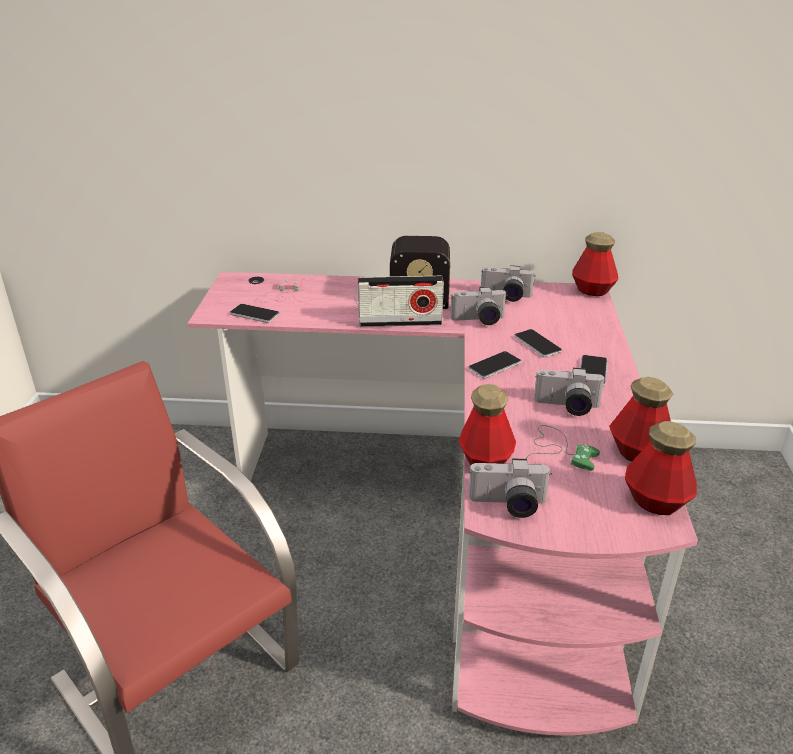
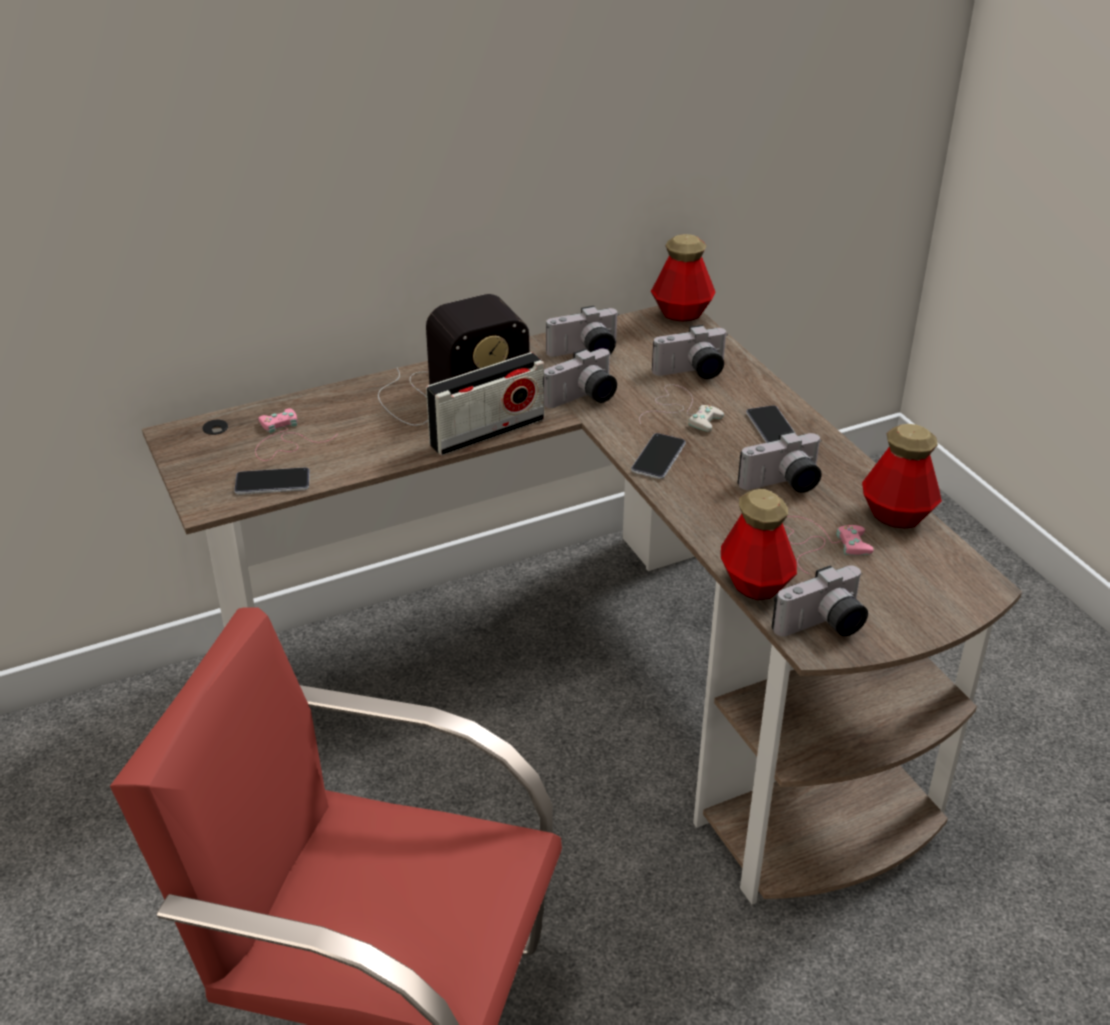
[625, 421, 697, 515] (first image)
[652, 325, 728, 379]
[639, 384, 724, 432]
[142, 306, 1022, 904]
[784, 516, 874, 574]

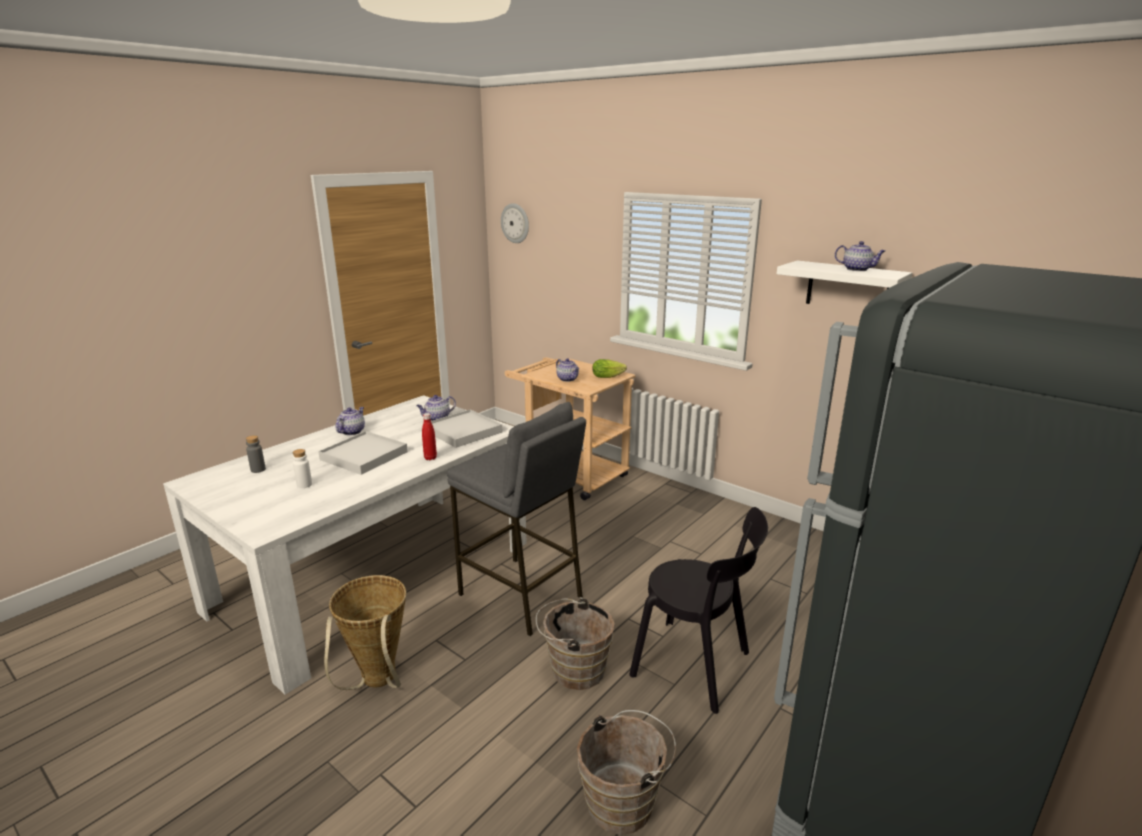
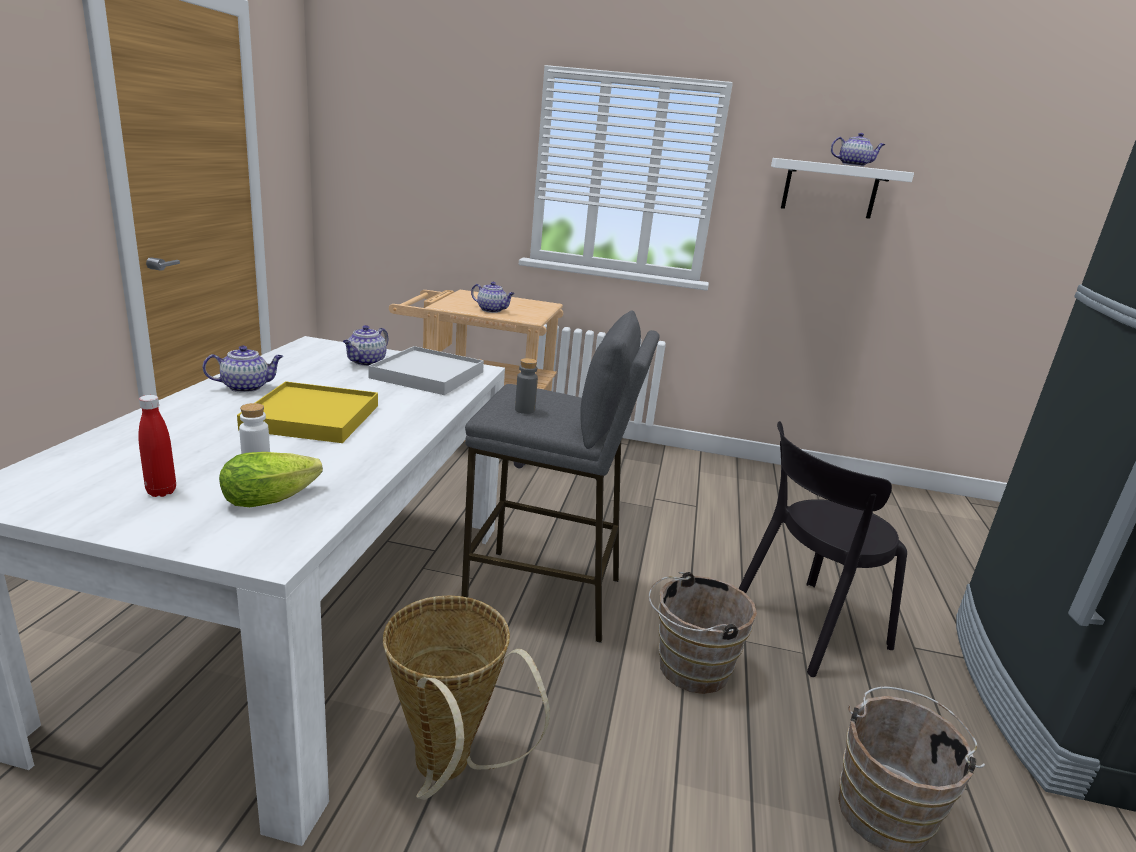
[501, 203, 529, 243] (first image)
[515, 358, 538, 414]
[138, 395, 176, 497]
[219, 452, 323, 507]
[237, 381, 378, 443]
[203, 346, 283, 393]
[739, 421, 907, 677]

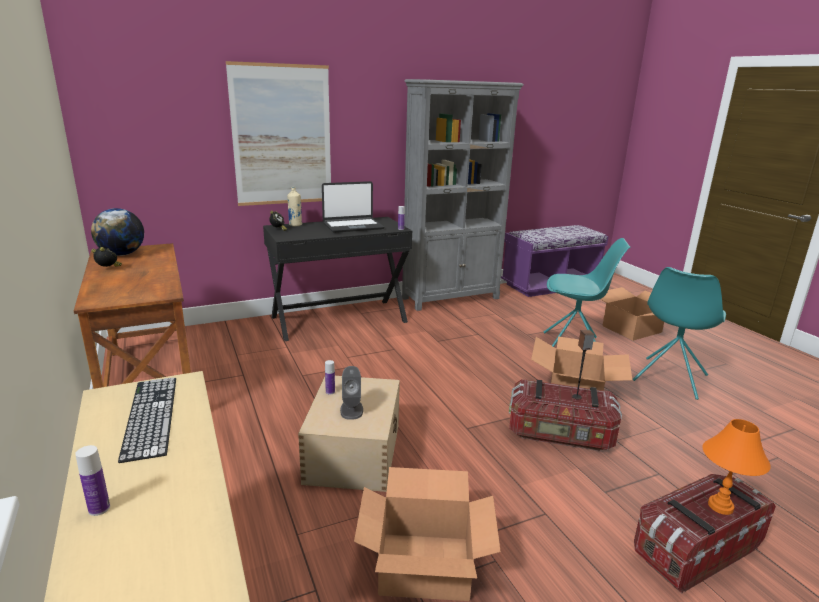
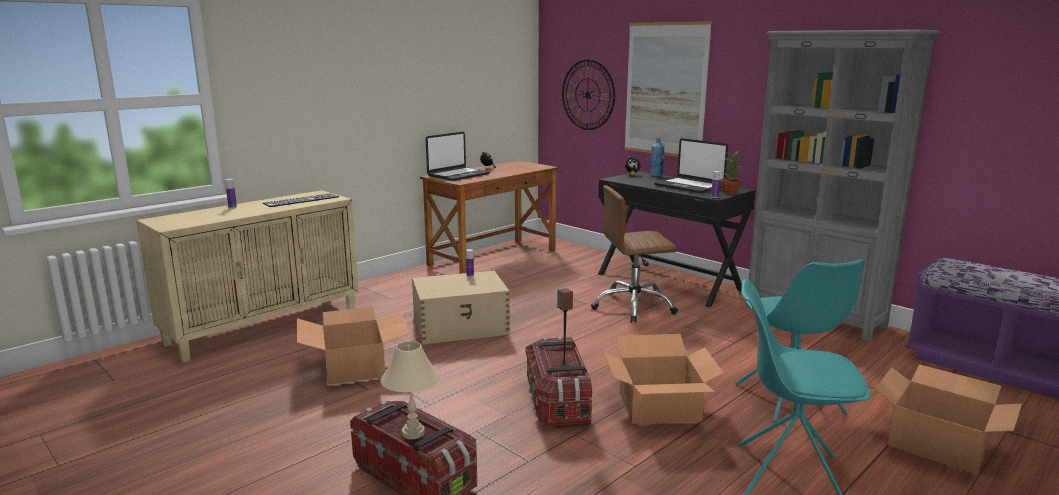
[91, 208, 144, 256] (first image)
[340, 366, 363, 420] (first image)
[426, 132, 490, 181]
[562, 59, 615, 130]
[591, 185, 678, 323]
[720, 150, 742, 194]
[650, 138, 664, 177]
[381, 341, 440, 439]

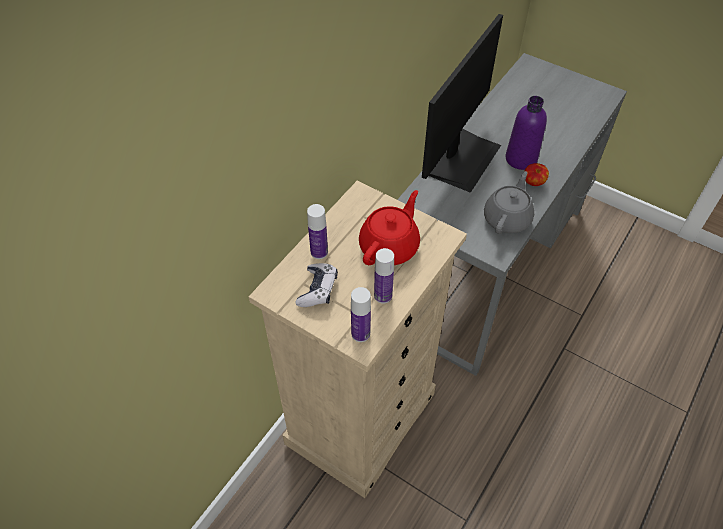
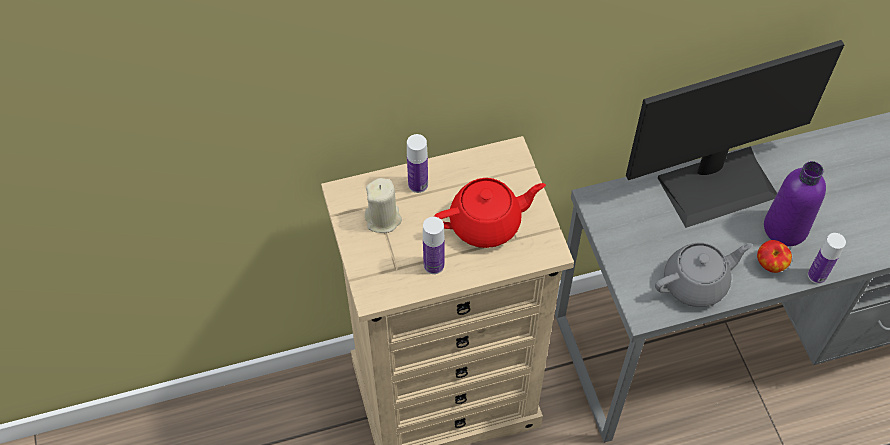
[808, 233, 846, 284]
[365, 178, 402, 233]

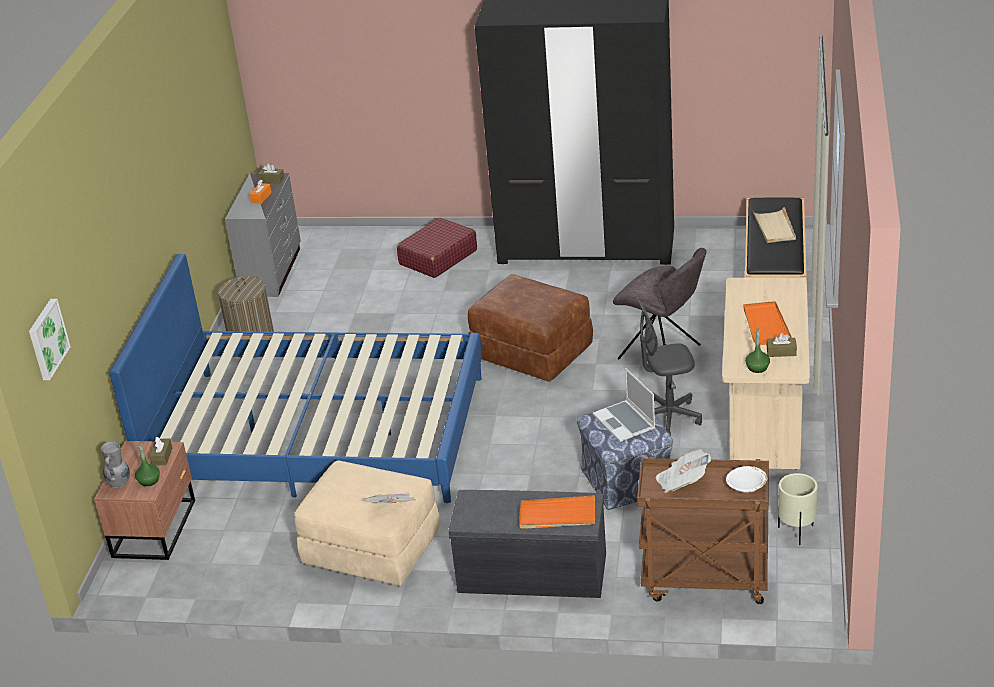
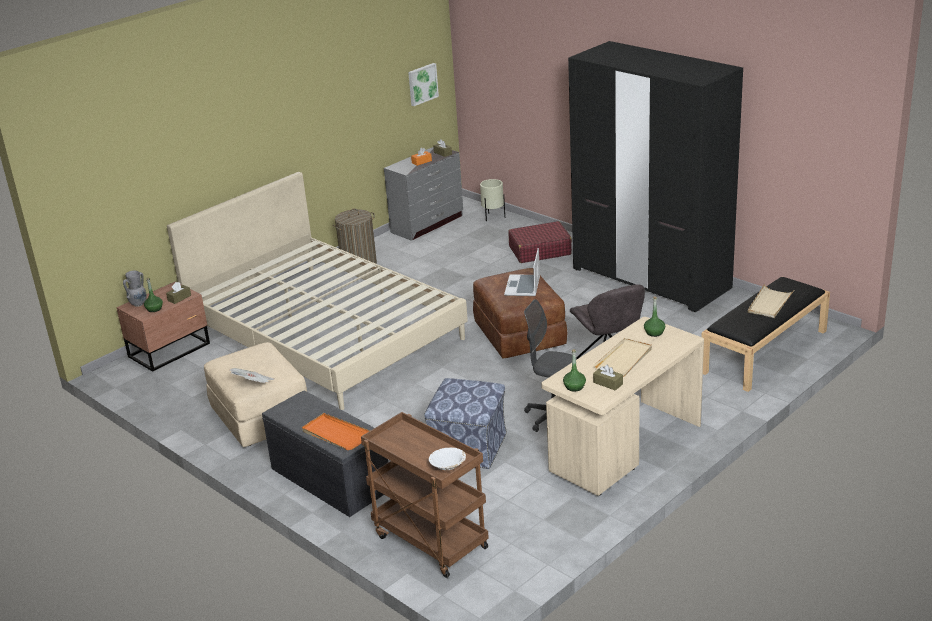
[656, 449, 711, 493] (first image)
[644, 296, 665, 337]
[408, 63, 439, 106]
[504, 248, 540, 296]
[480, 179, 505, 221]
[167, 172, 468, 410]
[593, 338, 652, 377]

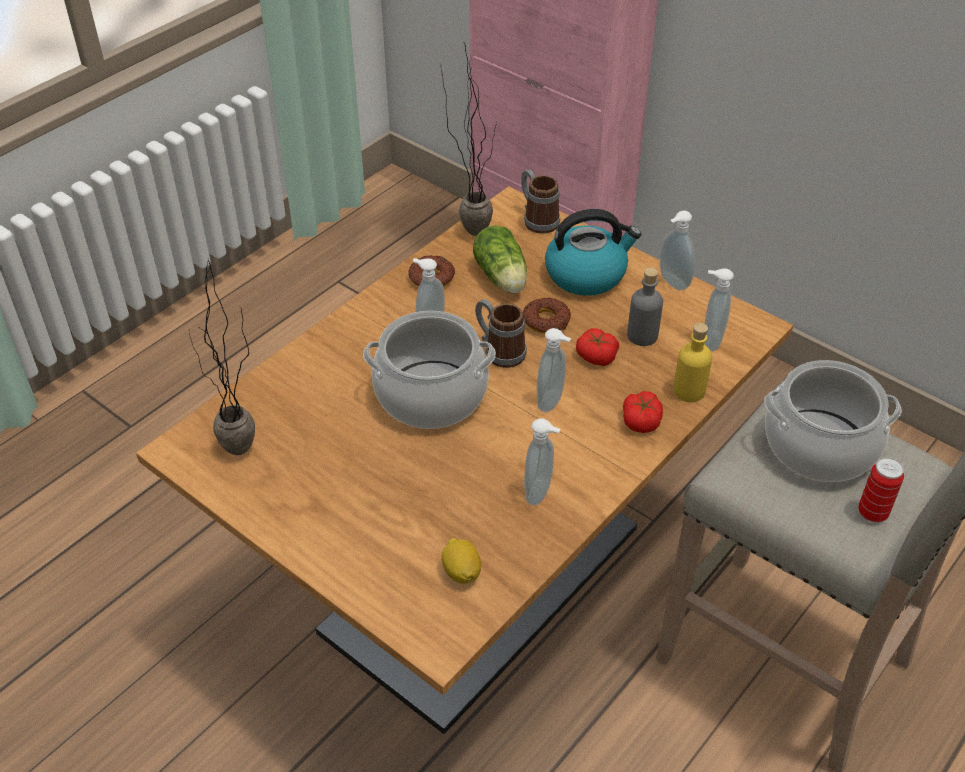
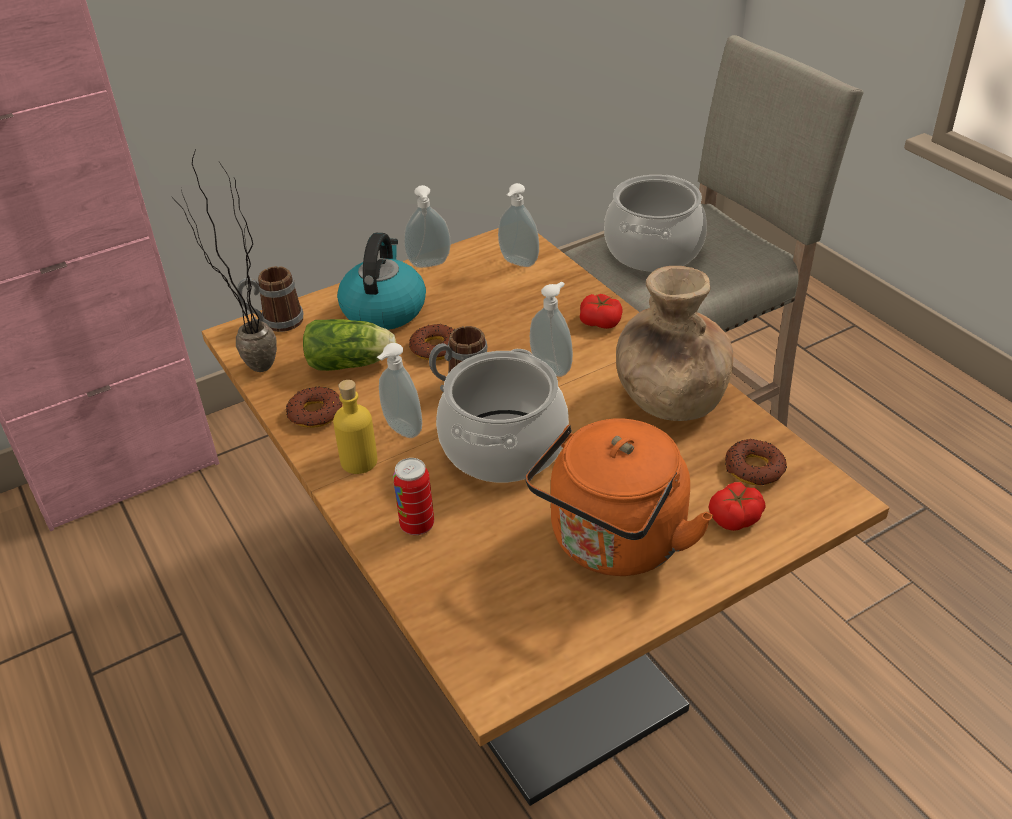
[189, 259, 255, 455] (first image)
[627, 268, 663, 346] (first image)
[525, 419, 713, 576]
[709, 482, 766, 531]
[333, 380, 377, 474]
[393, 458, 434, 535]
[725, 439, 787, 485]
[616, 266, 733, 421]

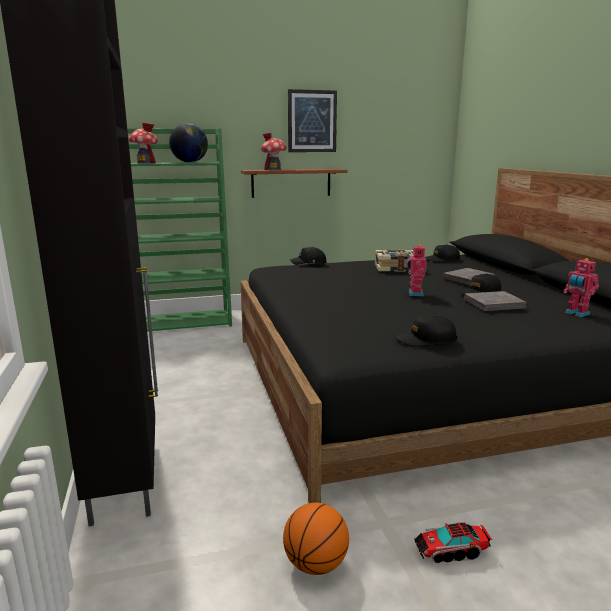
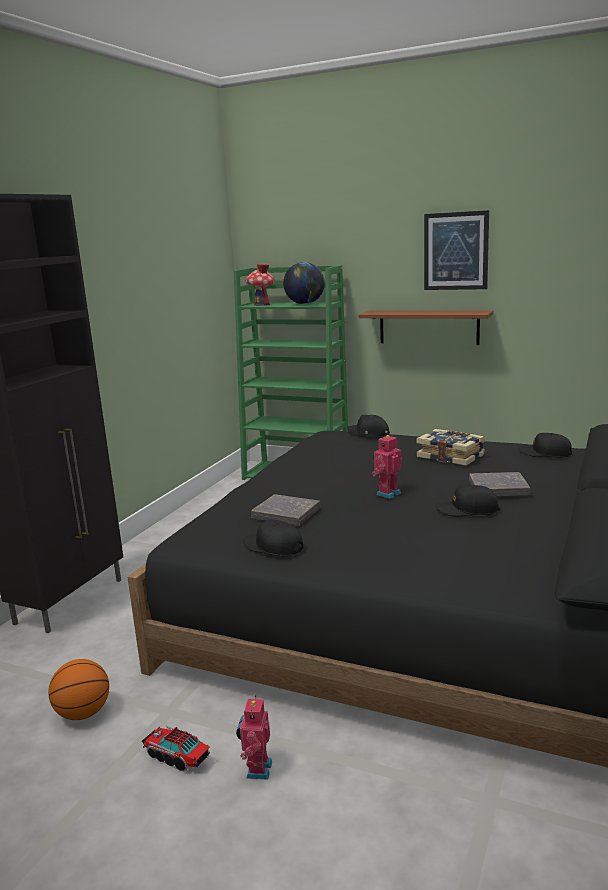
[261, 133, 287, 170] (first image)
[251, 494, 321, 526]
[236, 695, 272, 780]

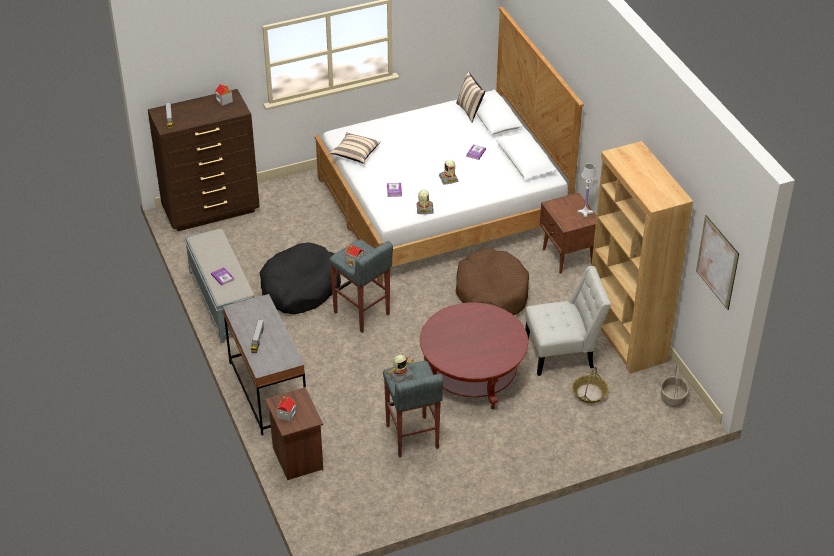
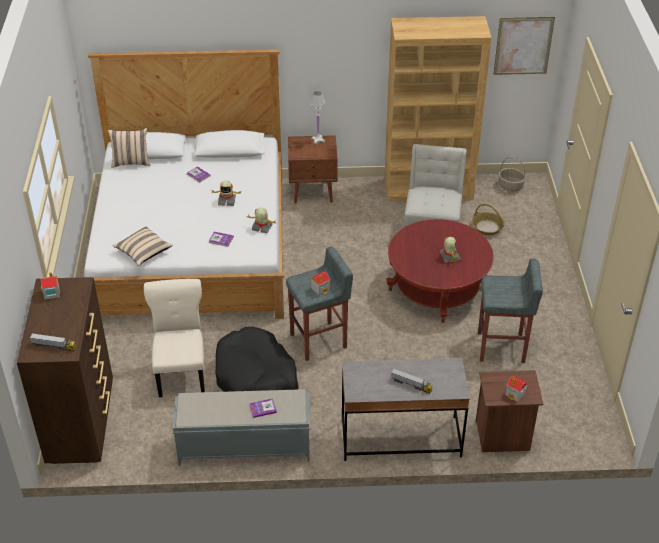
[455, 248, 529, 315] (first image)
[144, 279, 205, 397]
[440, 237, 461, 263]

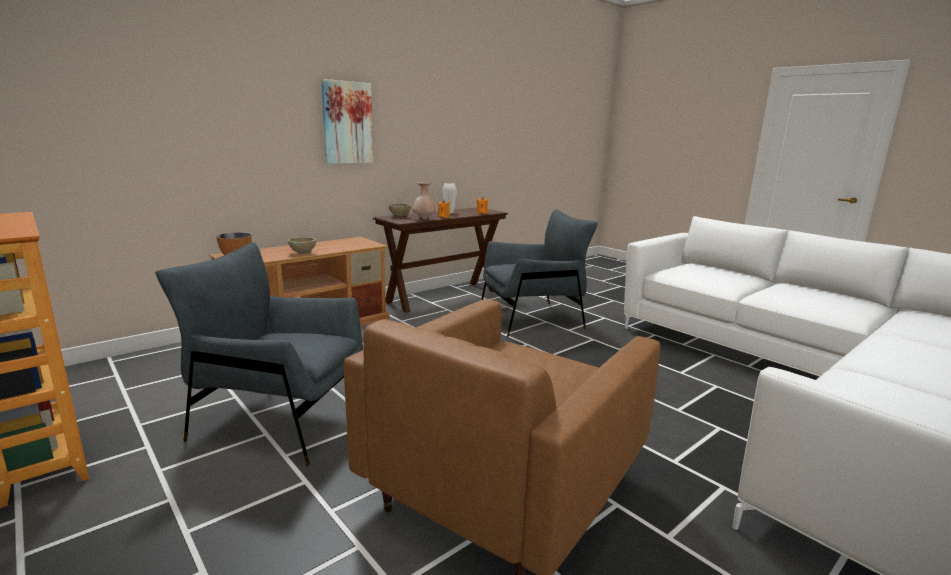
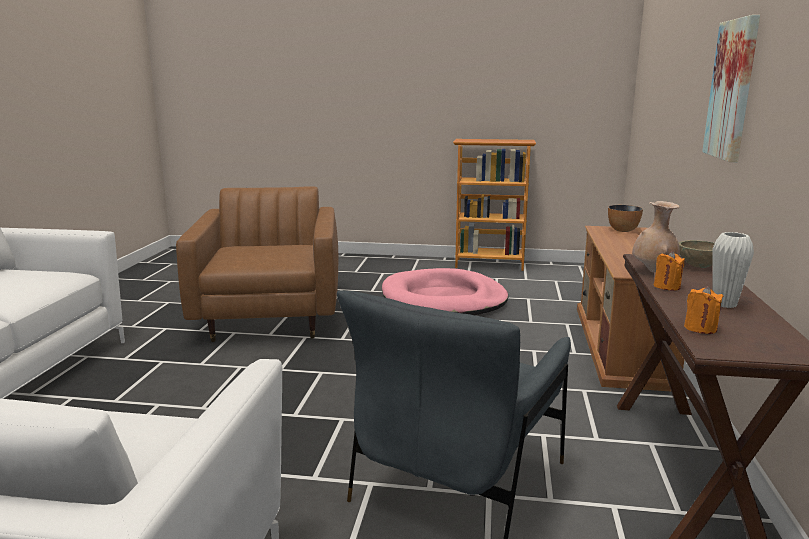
[288, 237, 316, 254] (first image)
[382, 268, 508, 315]

